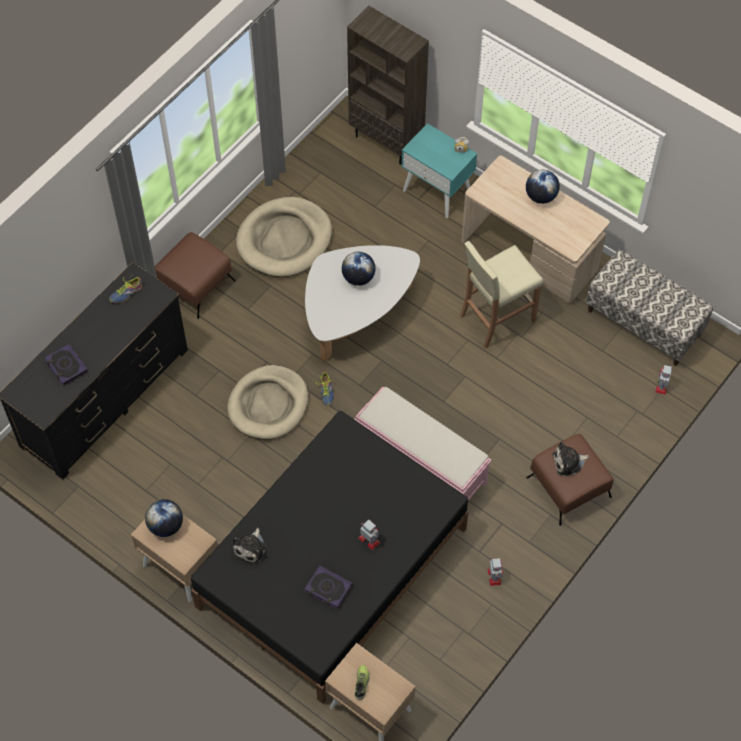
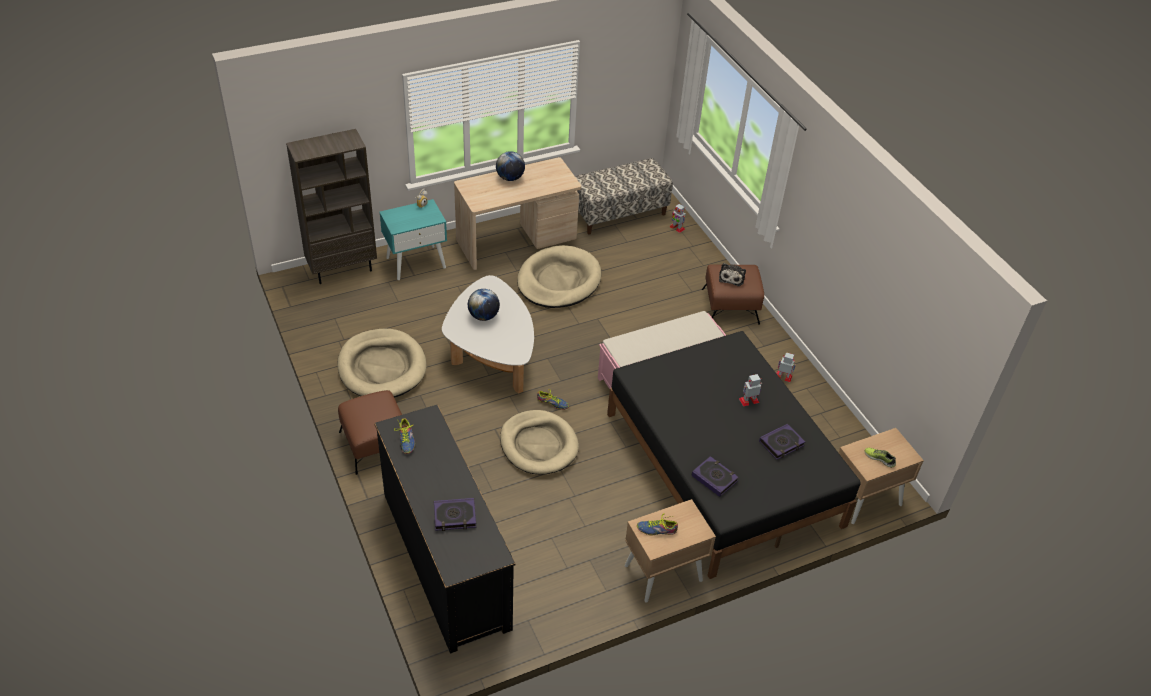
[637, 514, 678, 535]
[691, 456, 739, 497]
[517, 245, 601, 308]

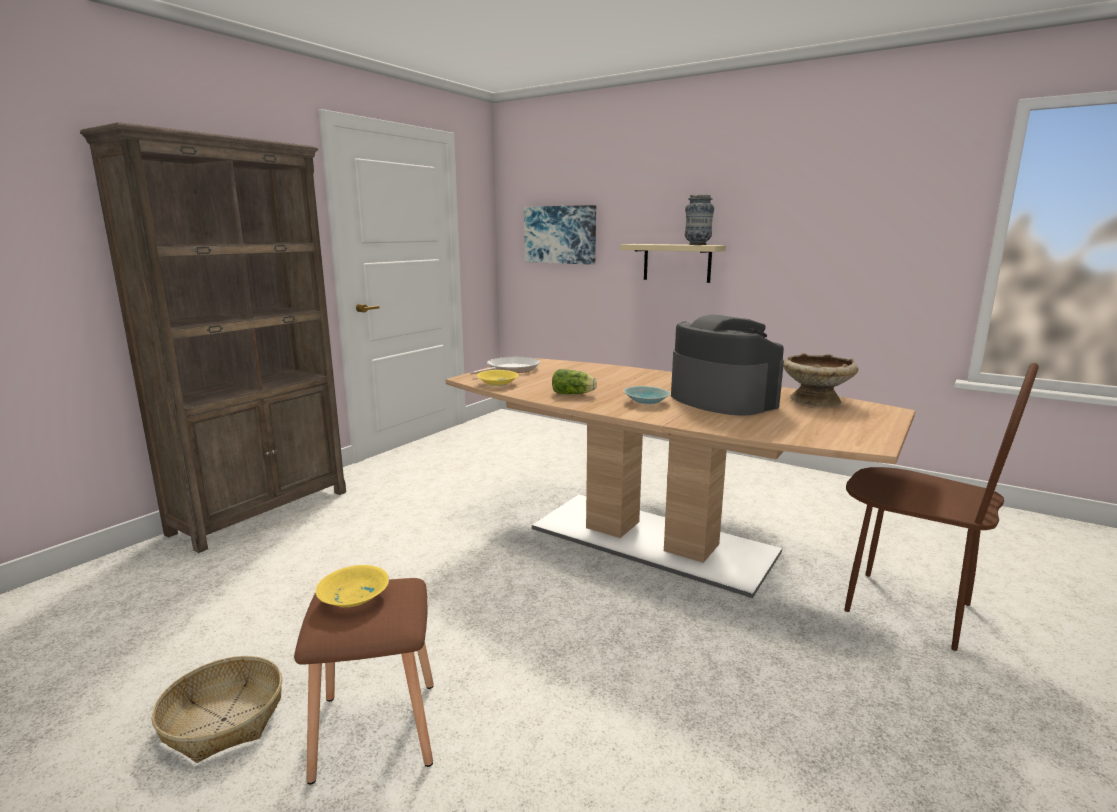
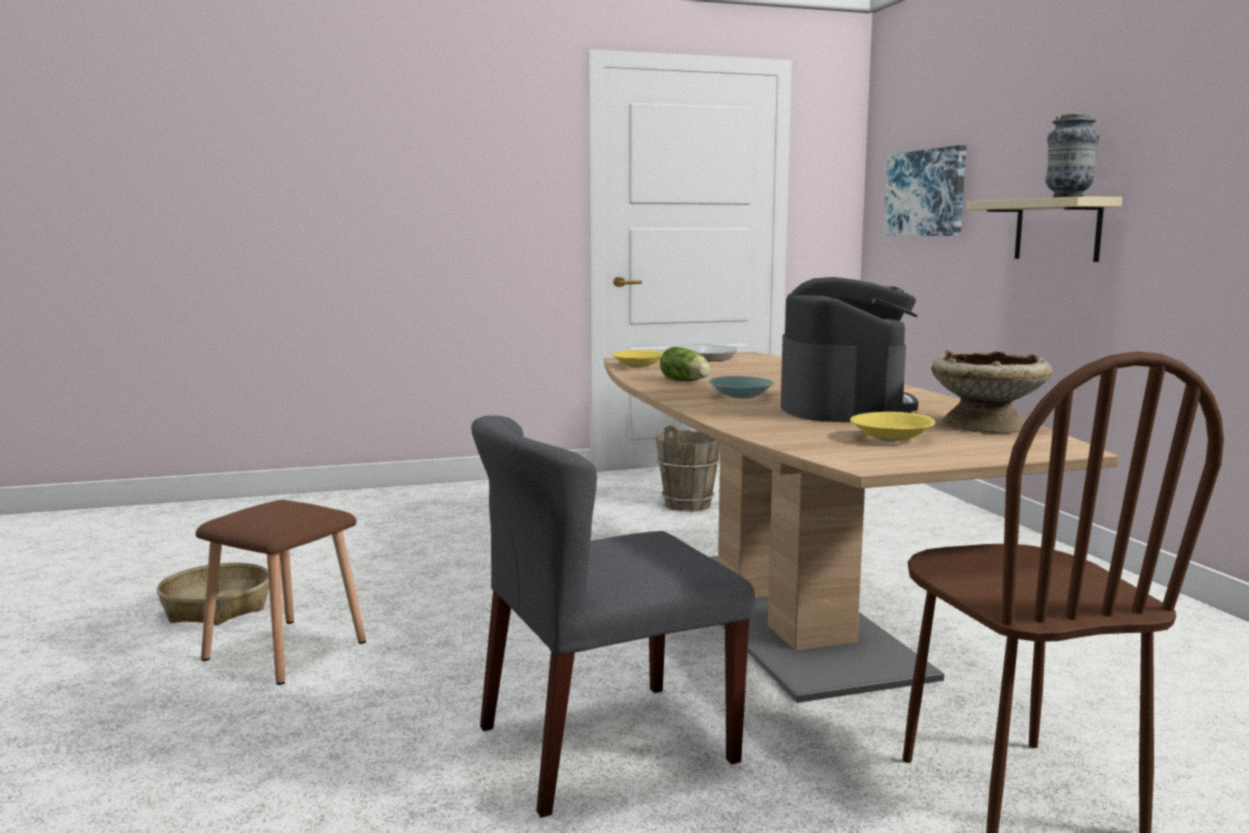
[80, 122, 346, 553] (first image)
[471, 415, 755, 818]
[655, 426, 720, 512]
[850, 412, 935, 442]

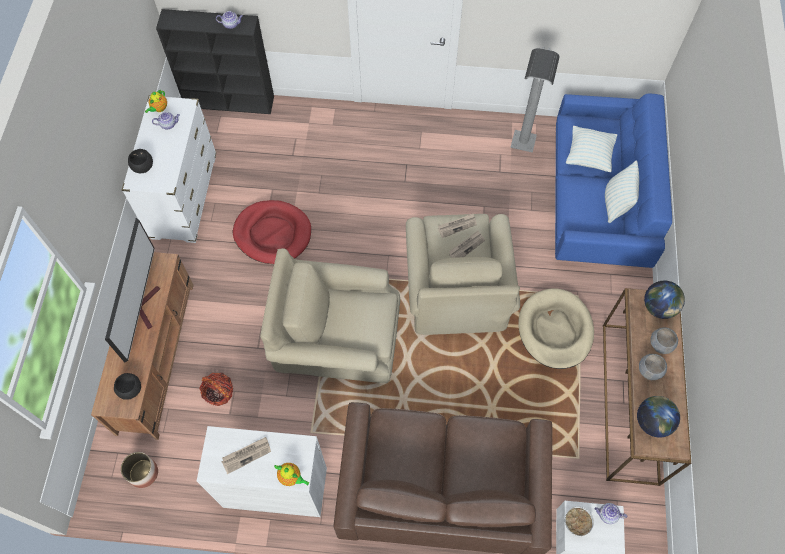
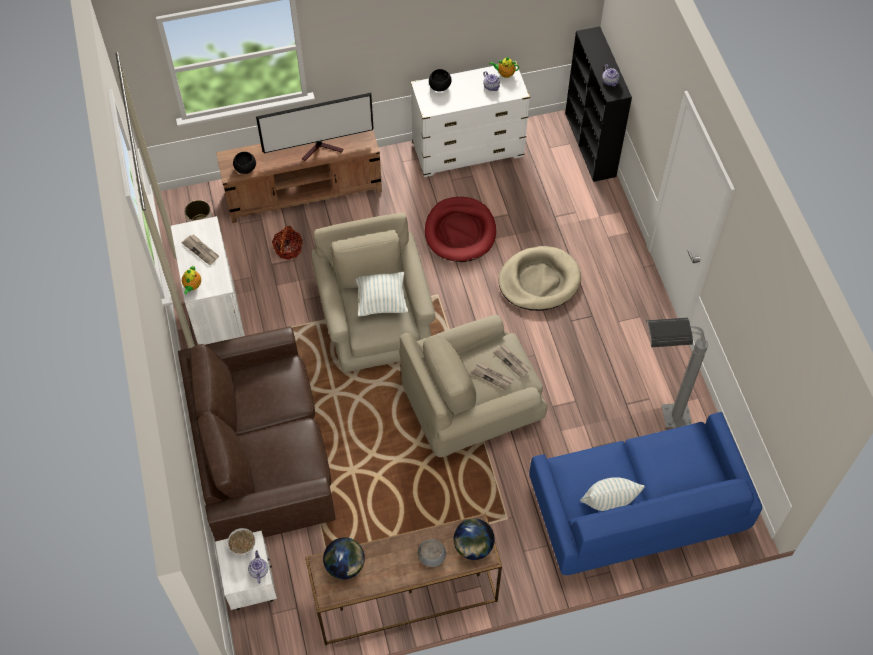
[639, 354, 667, 380] (first image)
[499, 246, 581, 311]
[355, 272, 408, 316]

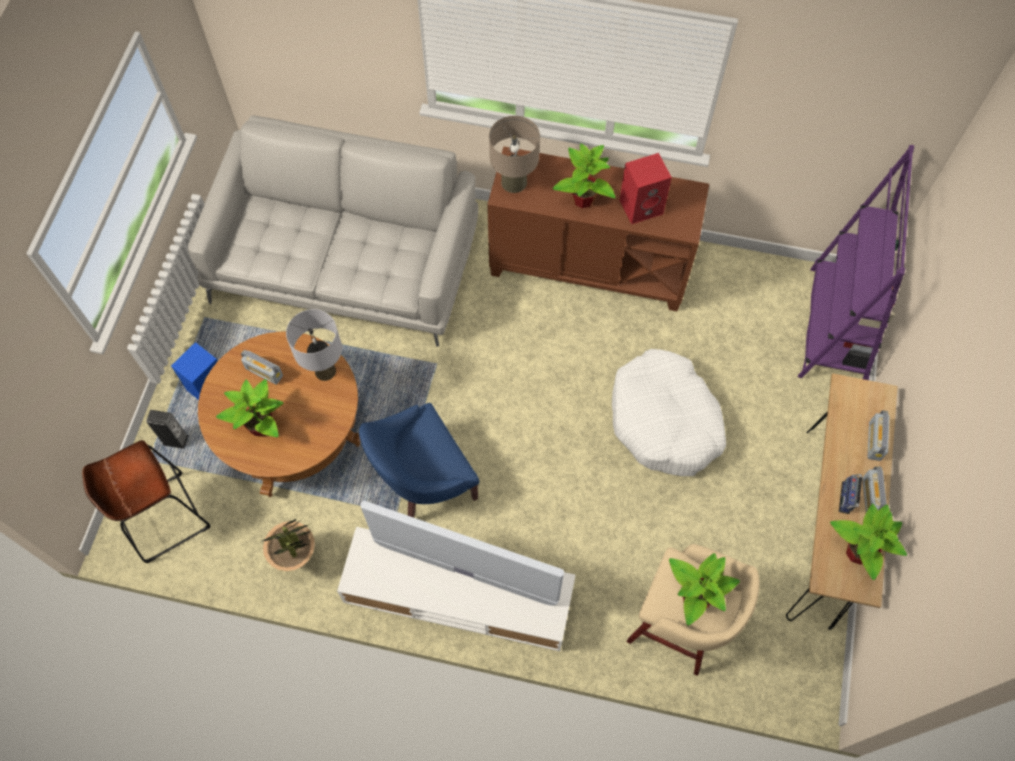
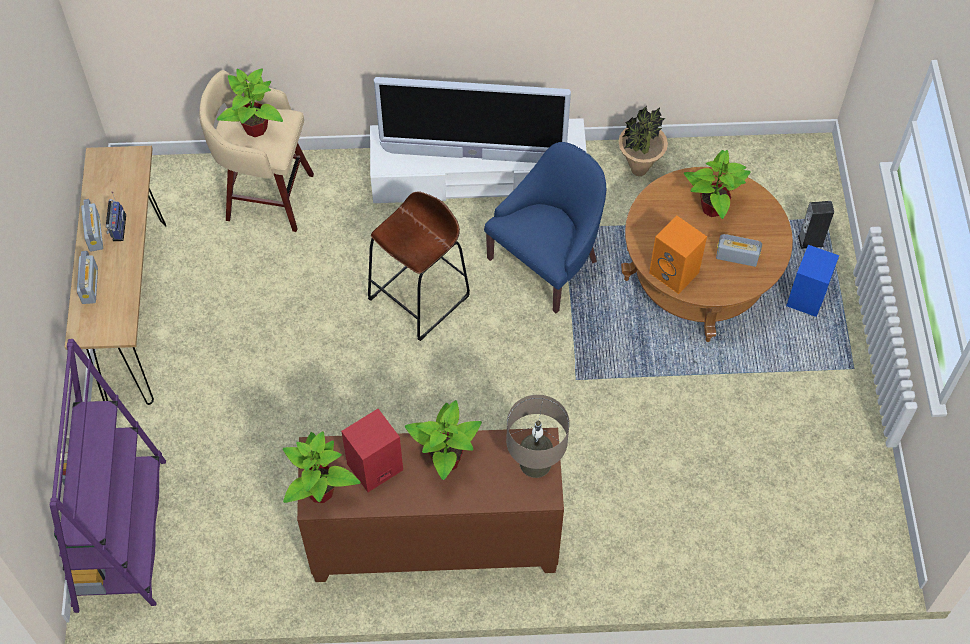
[188, 115, 478, 347] (first image)
[612, 349, 726, 476] (first image)
[368, 191, 470, 341]
[283, 431, 360, 503]
[649, 215, 707, 294]

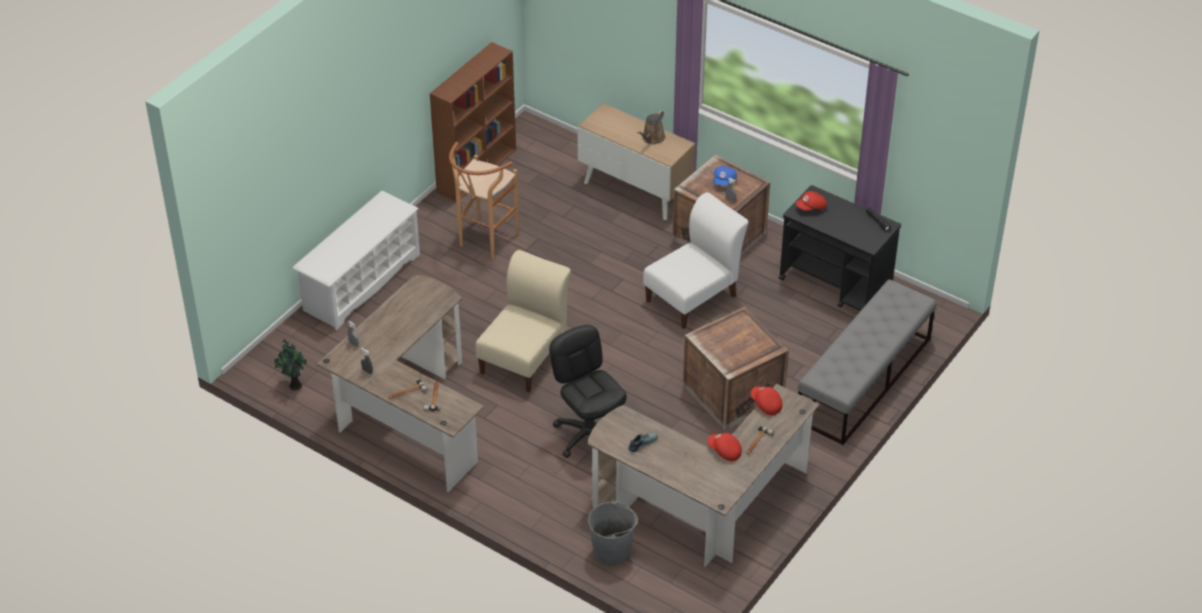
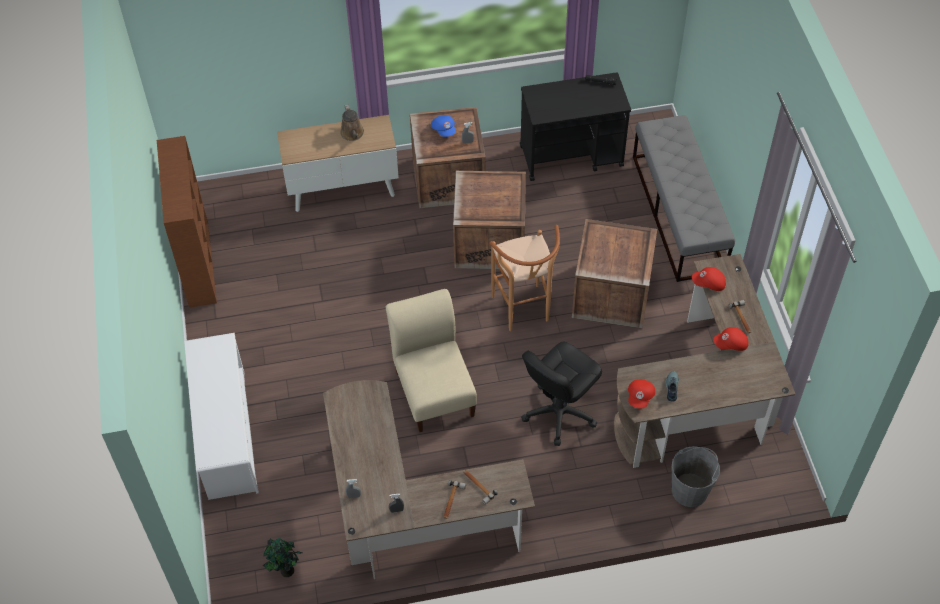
[490, 225, 560, 331]
[628, 379, 655, 409]
[453, 171, 526, 269]
[521, 342, 602, 446]

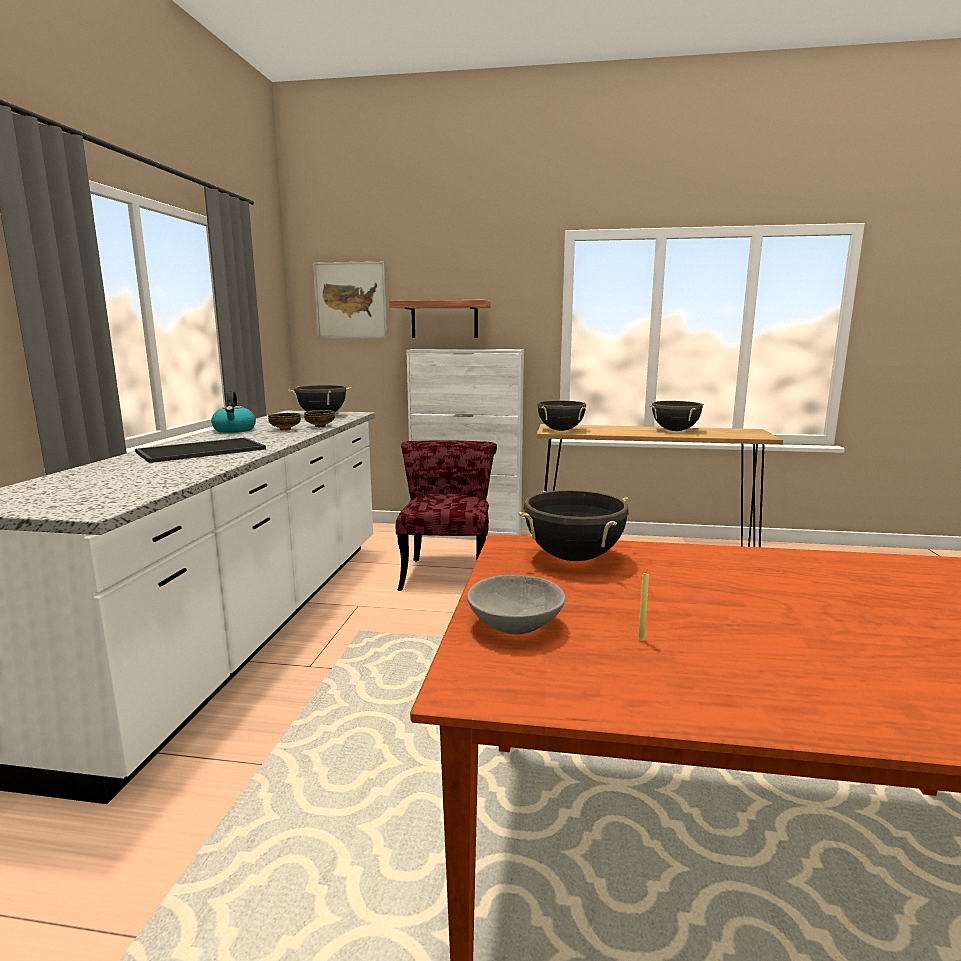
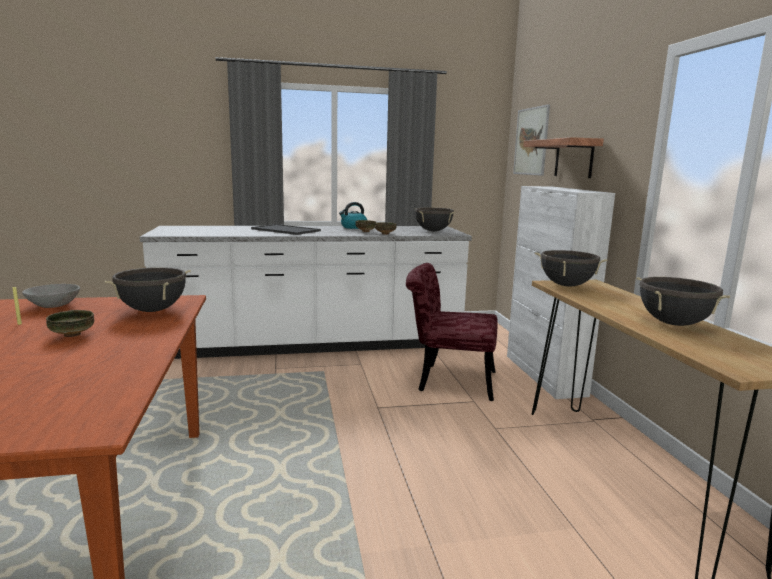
[46, 310, 94, 337]
[406, 263, 497, 401]

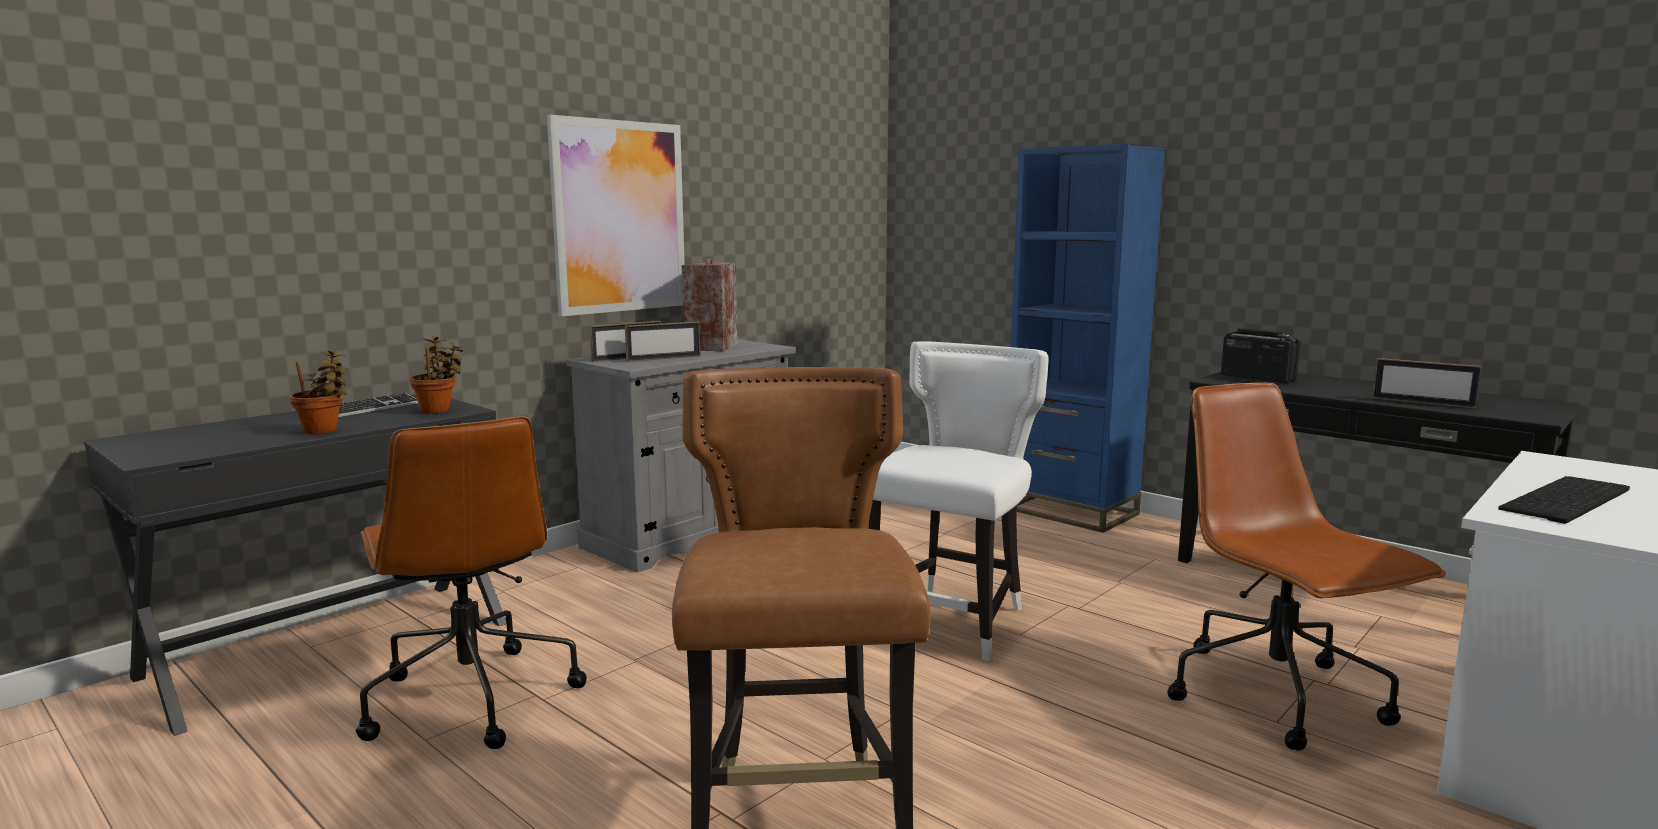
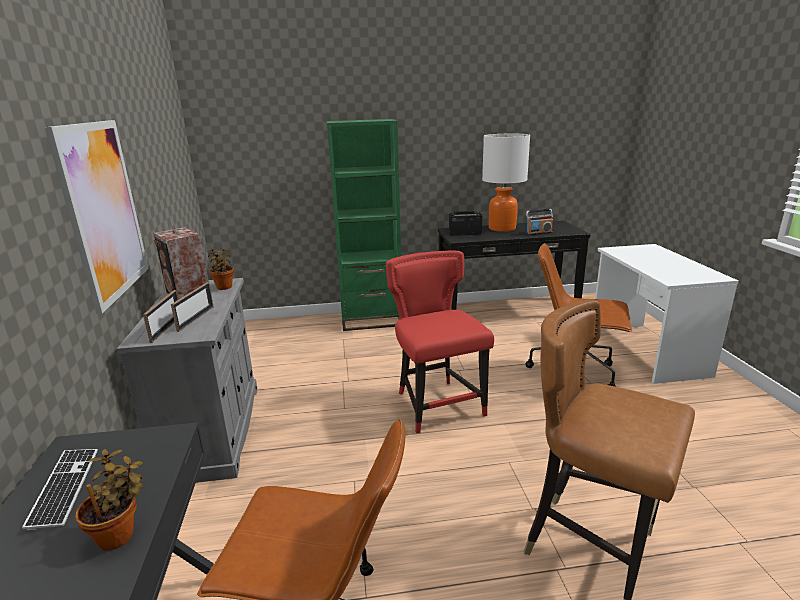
[1498, 476, 1630, 524] (first image)
[482, 134, 530, 232]
[208, 247, 234, 290]
[526, 209, 553, 235]
[386, 251, 494, 433]
[327, 119, 401, 331]

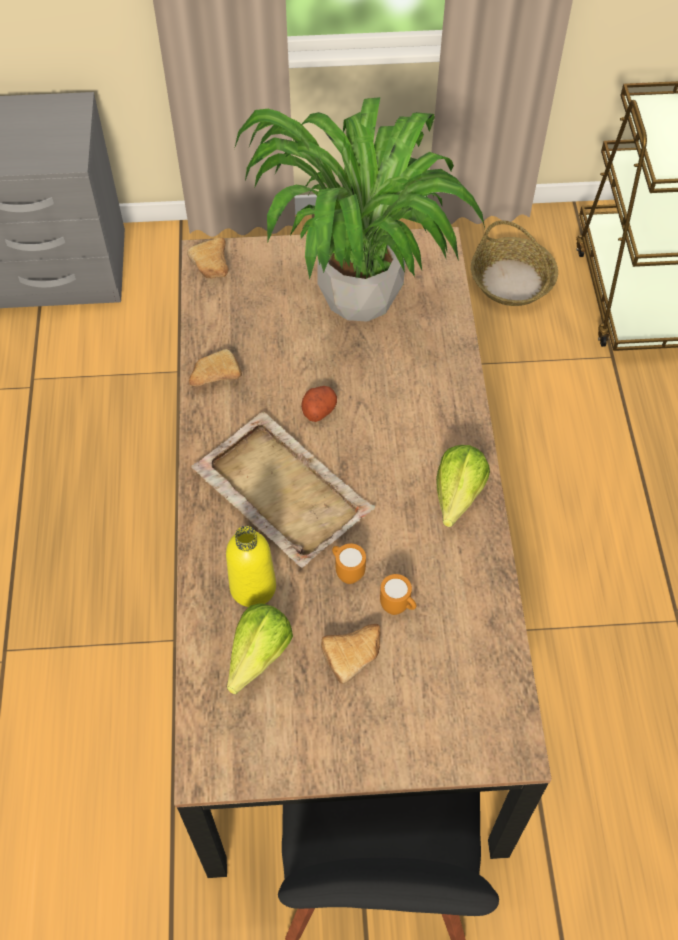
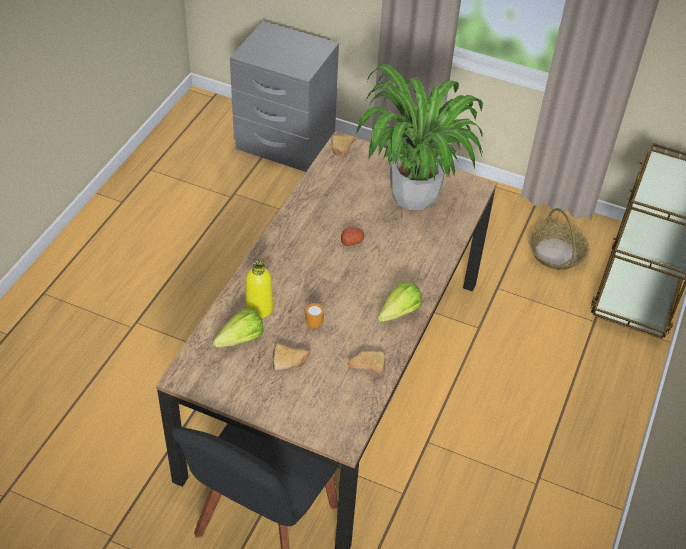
[191, 411, 375, 568] (first image)
[380, 574, 416, 615] (first image)
[348, 351, 386, 374]

